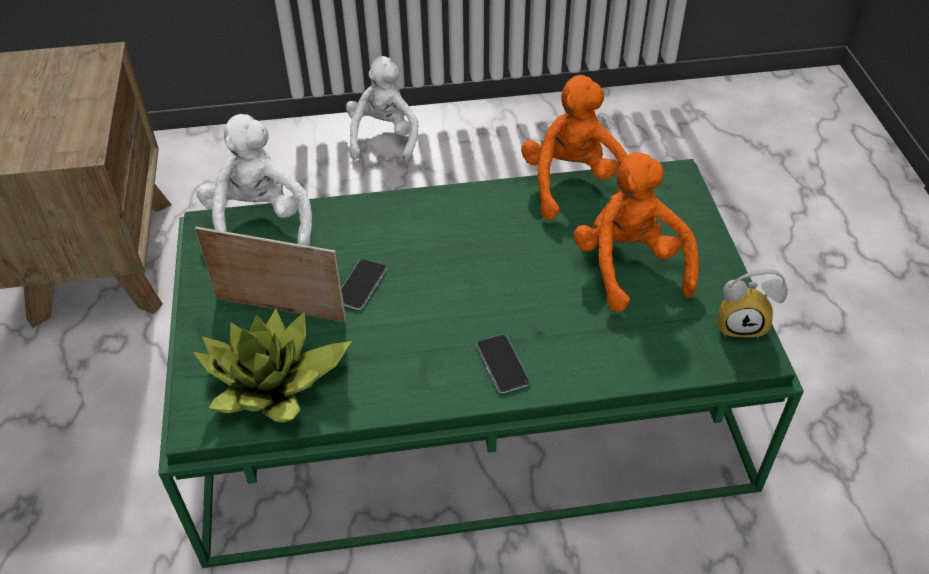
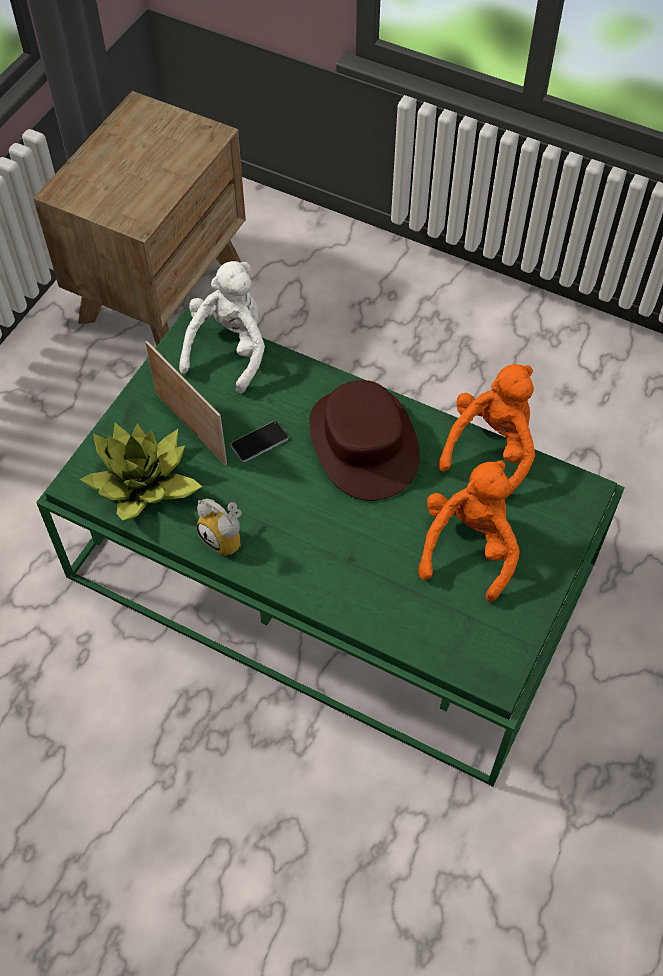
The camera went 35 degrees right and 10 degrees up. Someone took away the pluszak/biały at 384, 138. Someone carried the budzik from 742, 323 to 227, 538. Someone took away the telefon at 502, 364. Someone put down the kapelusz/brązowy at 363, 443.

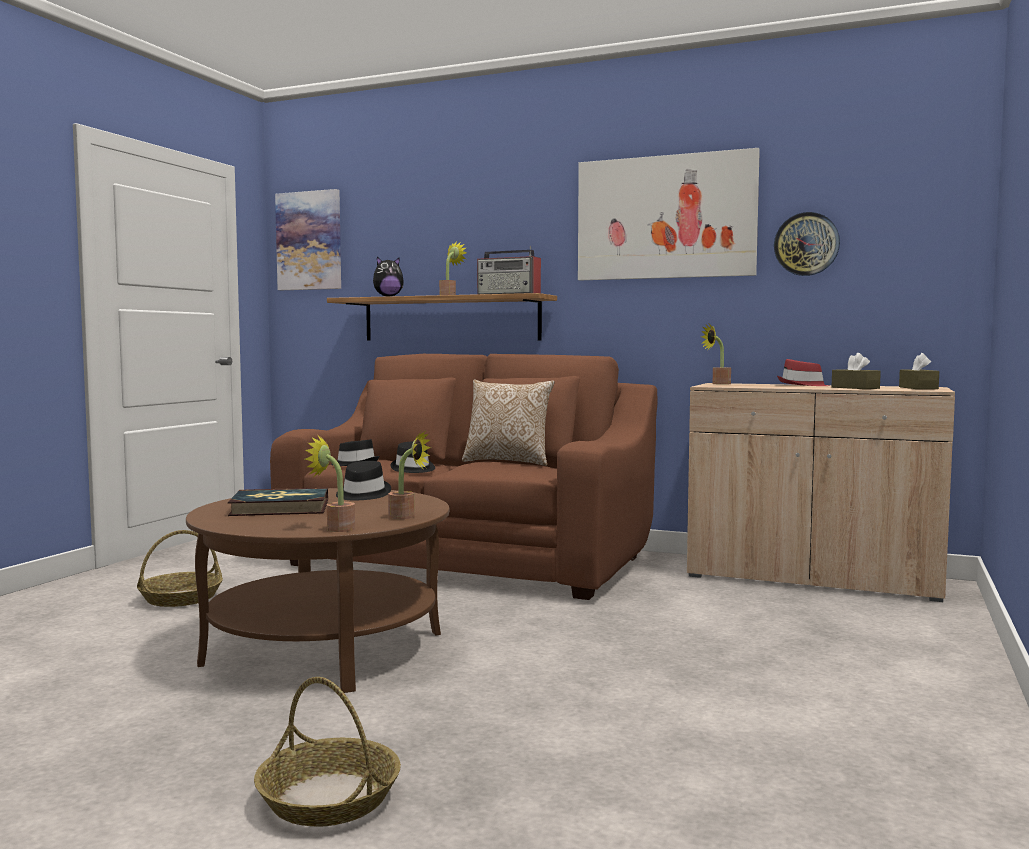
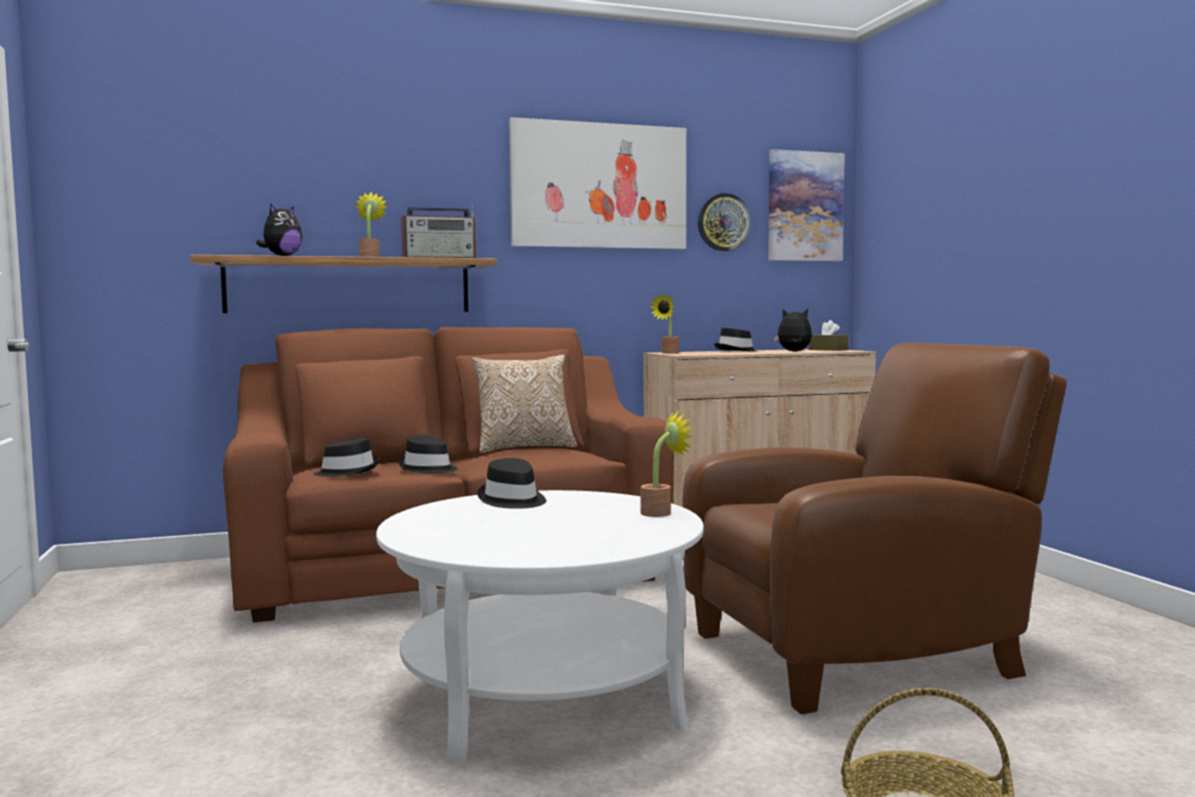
The camera went 40 degrees left and 0 degrees up. Someone carried the obraz from 309, 241 to 804, 207. Someone swapped the pudełko chusteczek/brązowy at 855, 388 for the pluszak at 794, 351. Someone repainted the kapelusz/czerwony at 802, 385, which became the kapelusz/czarny at 737, 351. Someone took away the roślina doniczkowa at 335, 528. Someone repainted the ława/brązowy at 325, 648, which became the ława/biały at 544, 695. Someone took away the książka at 280, 507. Someone took away the koszyk at 181, 598. Someone put down the fotel/brązowy at 861, 653.

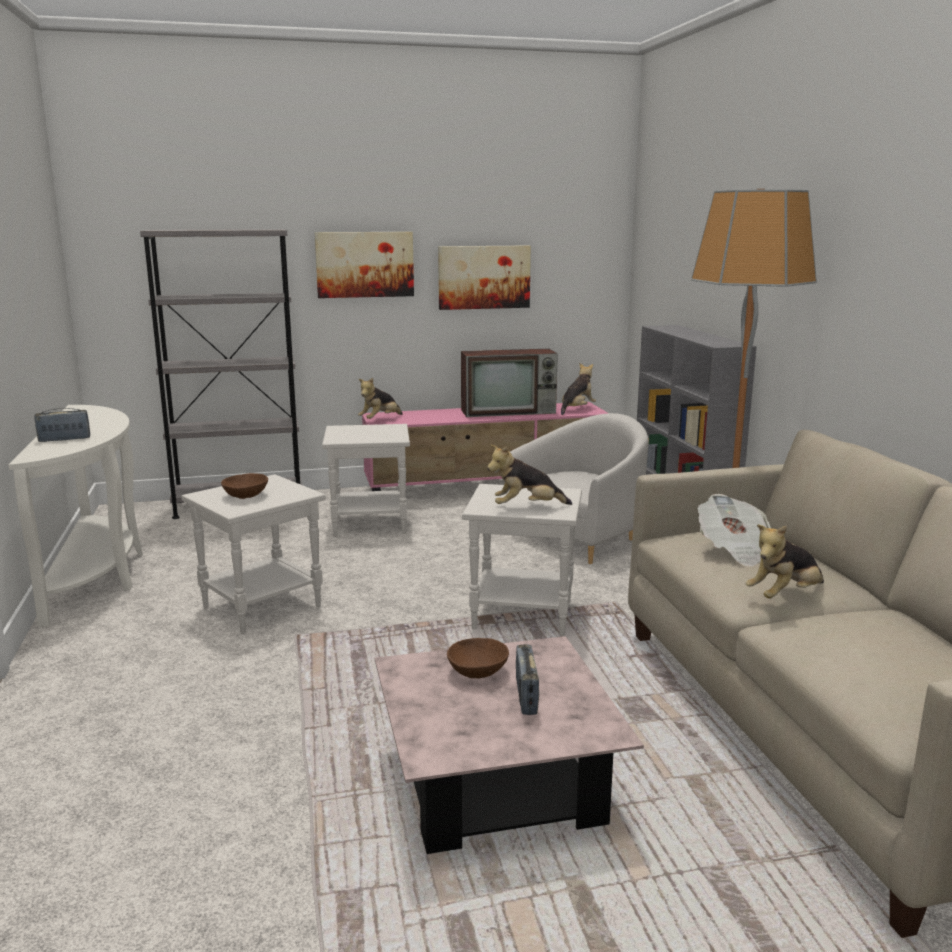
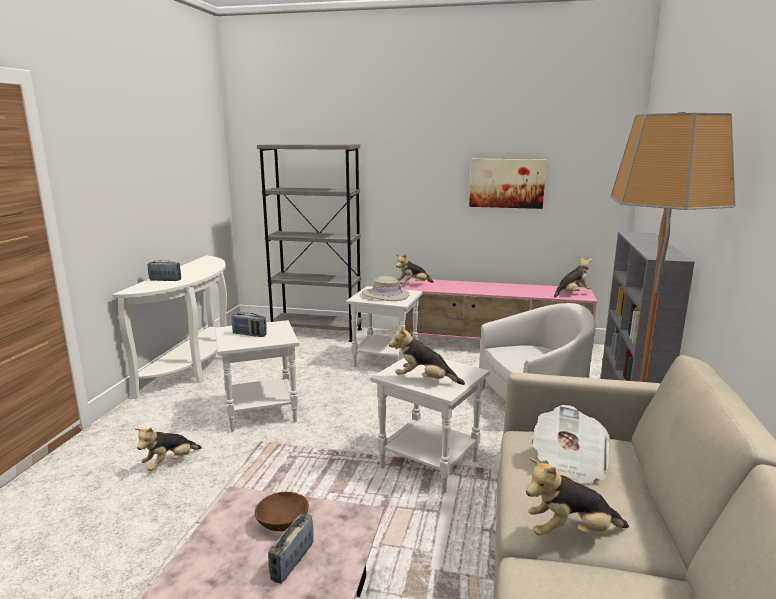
The camera went 25 degrees right and 0 degrees up. Someone took away the obraz at 364, 264. Someone took away the telewizor at 509, 411. Someone swapped the miska/brązowy at 246, 496 for the radio at 249, 335. Someone put down the kapelusz/beżowy at 385, 295. Someone put down the pluszak at 170, 463.

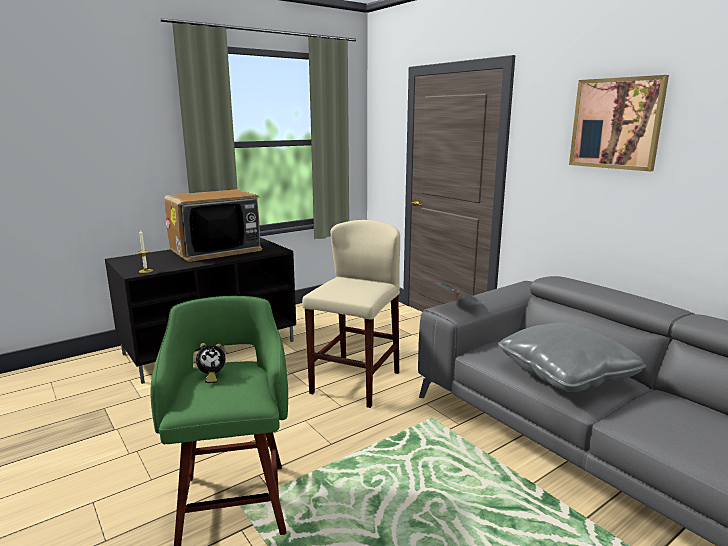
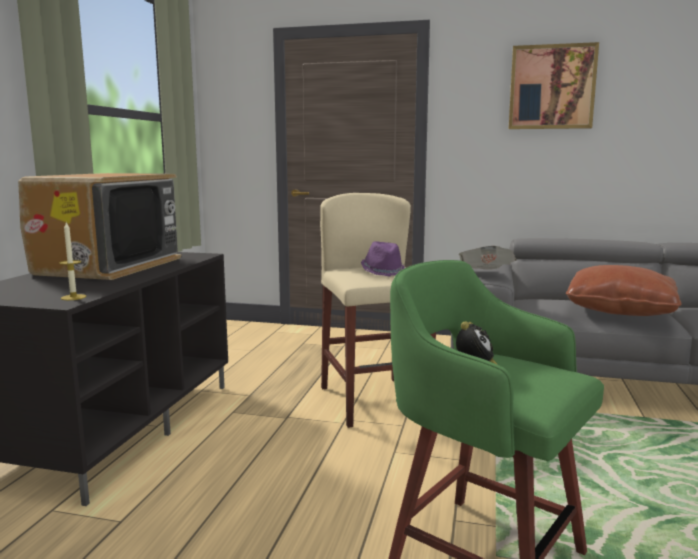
The camera went 40 degrees left and 5 degrees down. Someone repainted the poduszka/szary at 566, 374, which became the poduszka/brązowy at 620, 310. Someone put down the kapelusz/fioletowy at 383, 272.

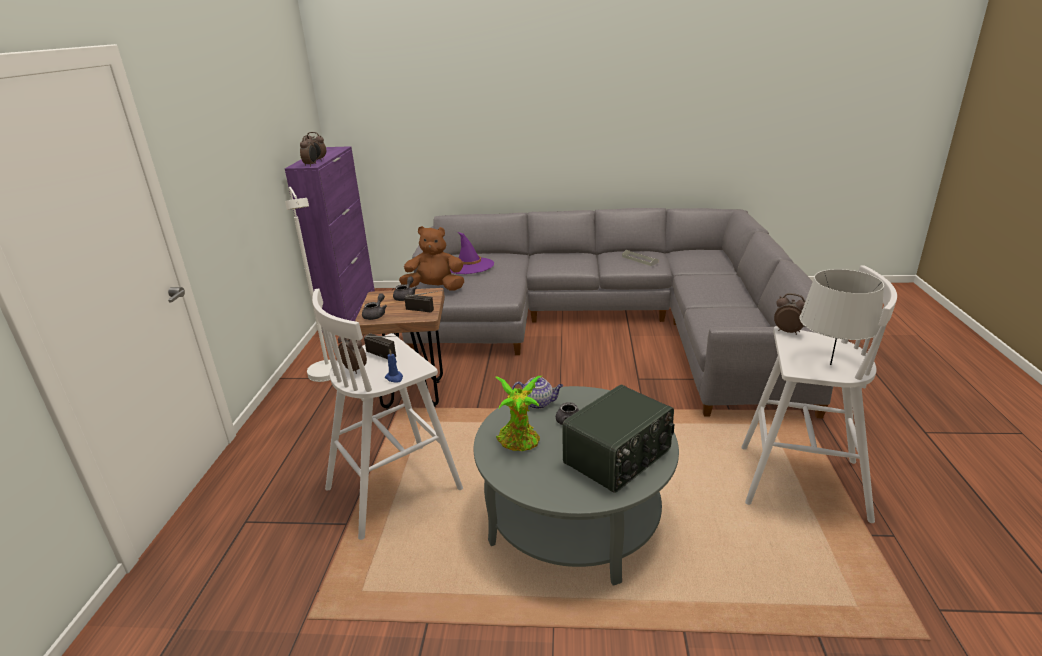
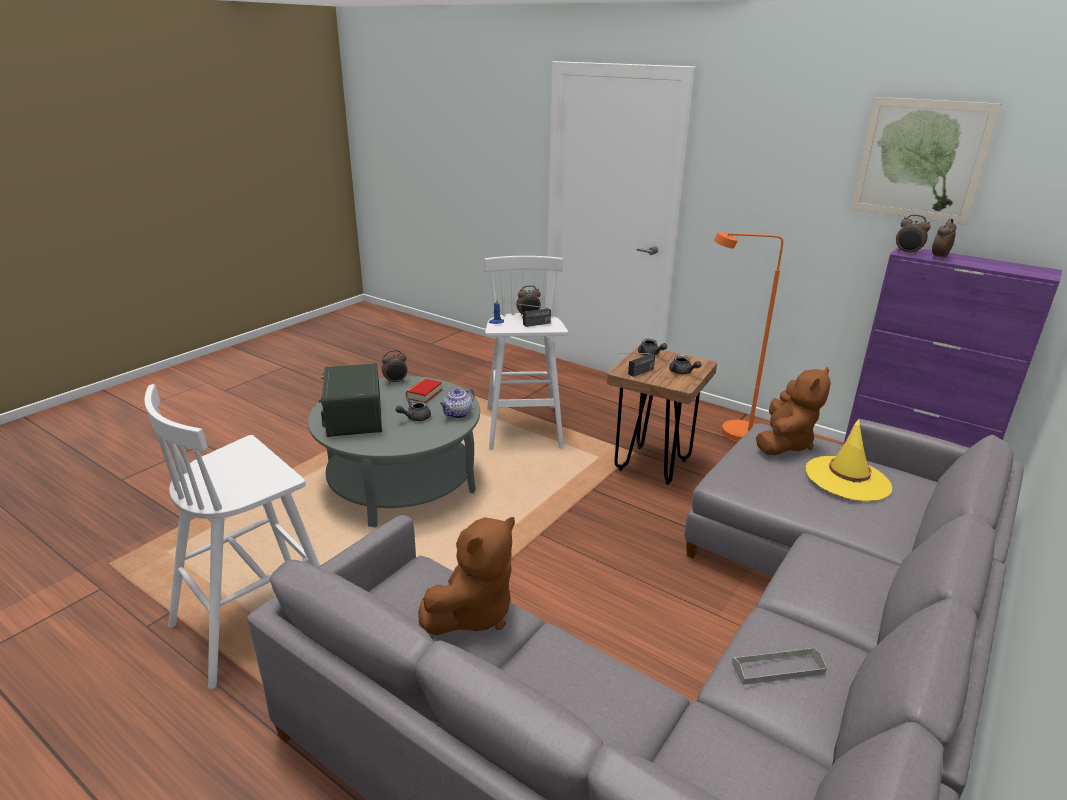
The camera went 120 degrees right and 0 degrees up. Someone repainted the lampa stojąca/biały at 328, 377, which became the lampa stojąca/pomarańczowy at 729, 433. Someone repainted the kapelusz/fioletowy at 469, 266, which became the kapelusz/żółty at 847, 479. Someone took away the lampa stołowa/szary at 830, 364. Someone carried the budzik from 788, 331 to 395, 382. Someone swapped the roślina doniczkowa at 520, 442 for the książka at 424, 394. Someone put up the obraz at 920, 160. Someone put down the pluszak/brązowy at 473, 612.

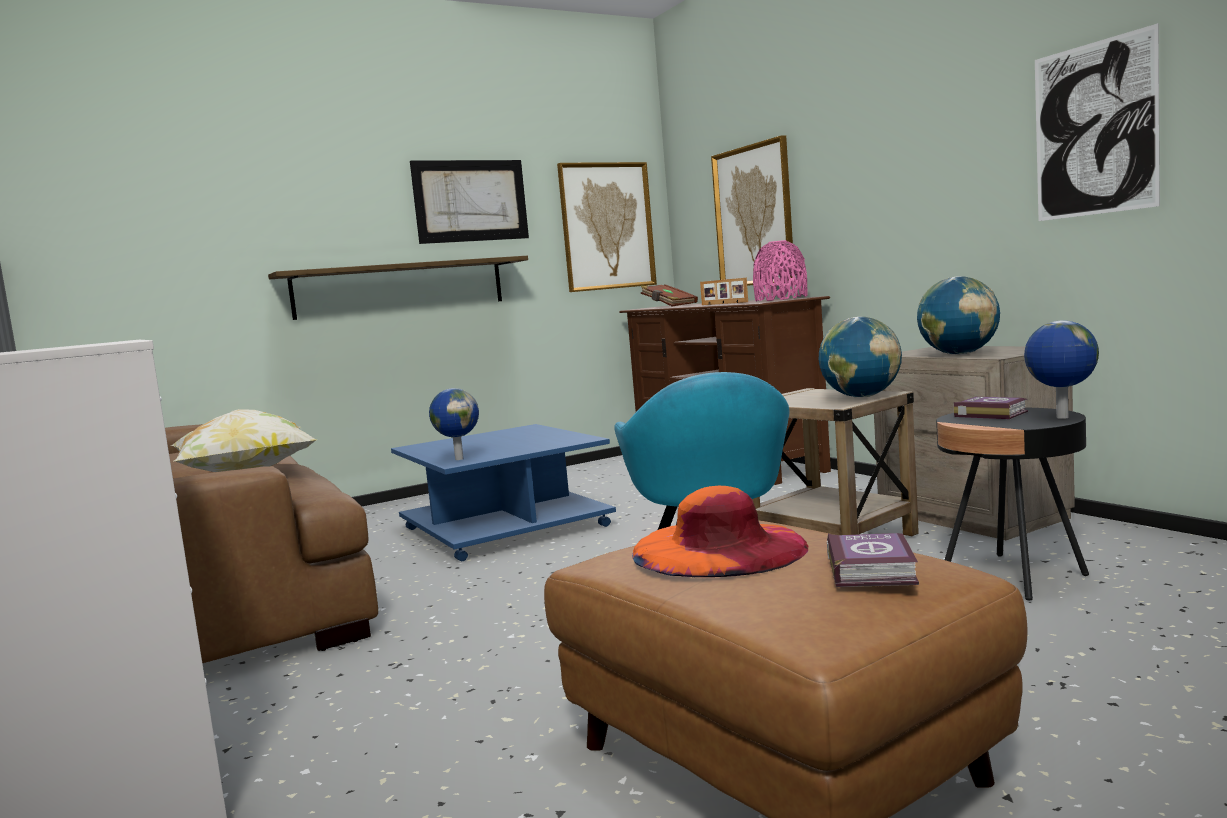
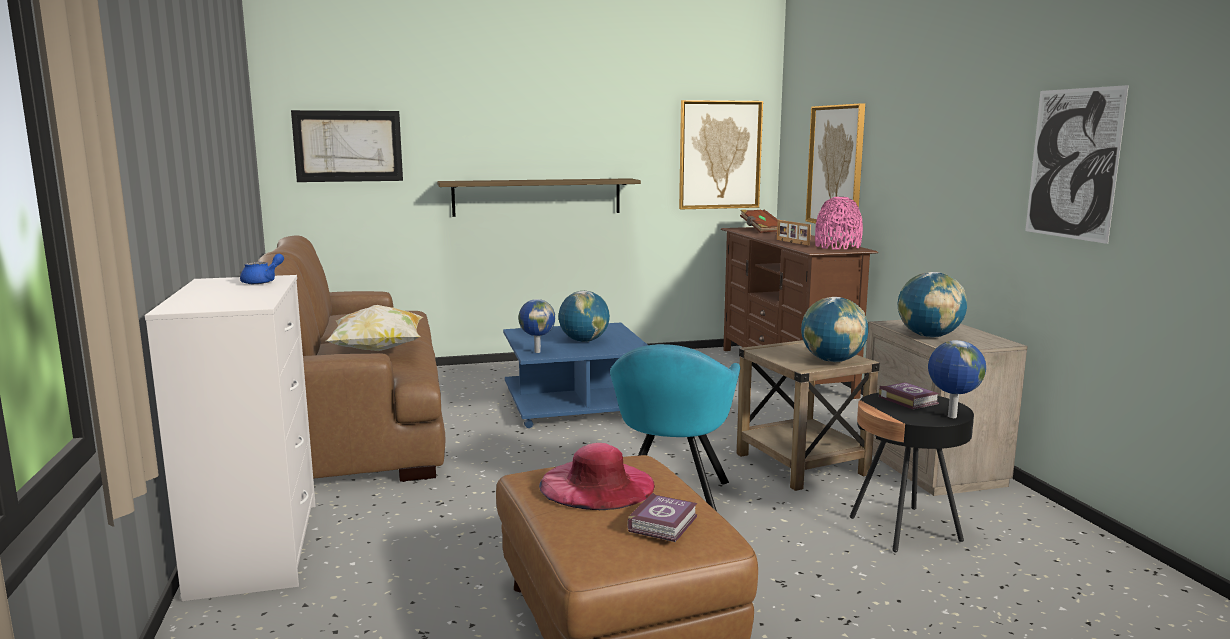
The camera went 15 degrees right and 5 degrees up. Someone carried the obraz from 471, 201 to 348, 146. Someone repainted the kapelusz/pomarańczowy at 719, 549, which became the kapelusz/różowy at 597, 484. Someone put down the imbryk/niebieski at 263, 281. Someone put down the globus at 584, 341.

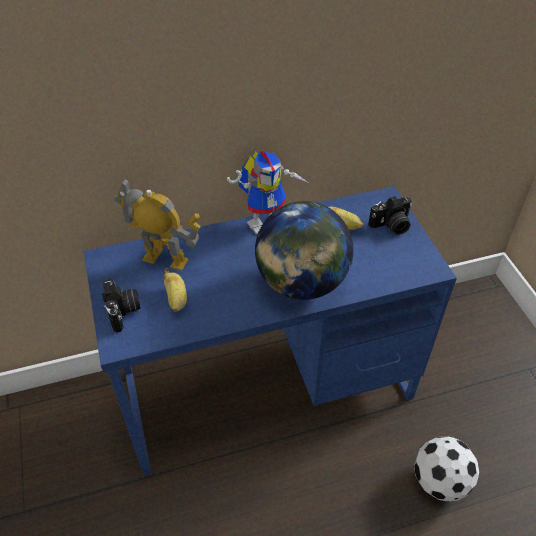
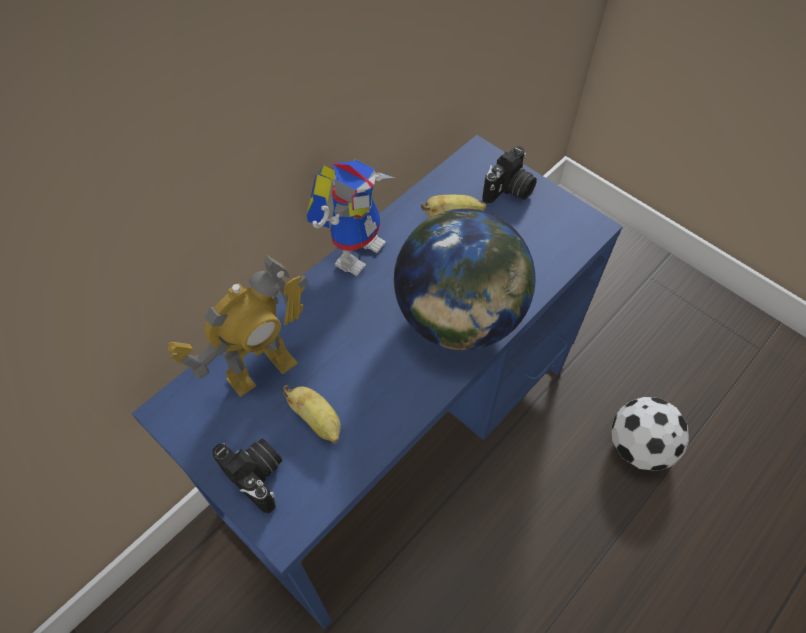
The camera went 30 degrees left and 10 degrees up. Someone rotated the robot zabawkowy at 165, 259 by 150 degrees clockwise.

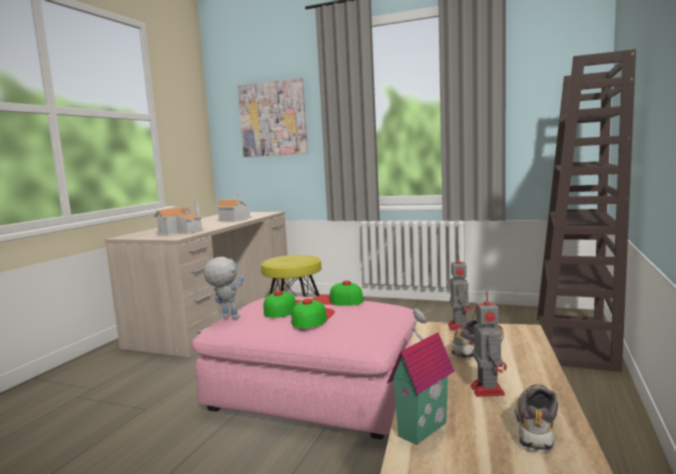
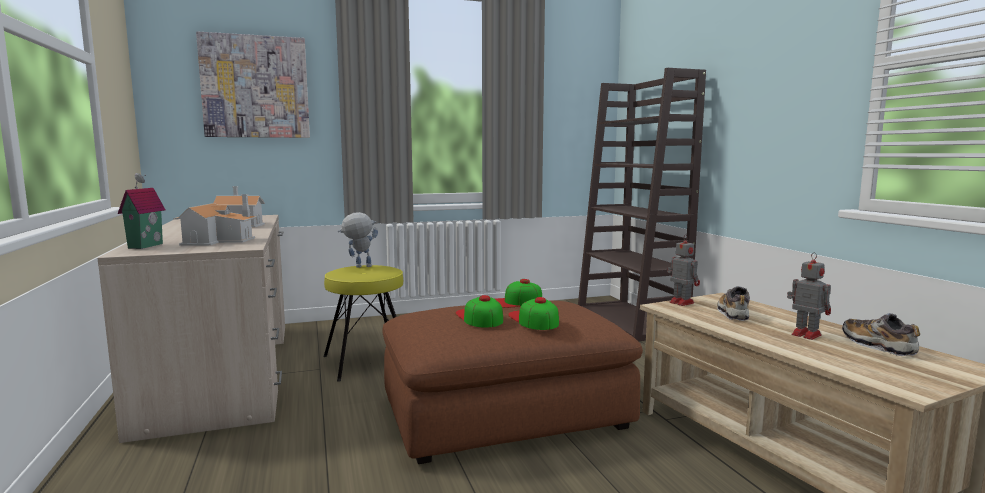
The camera went 40 degrees left and 0 degrees up. Someone carried the robot zabawkowy from 225, 317 to 359, 267. Someone repainted the pufa/różowy at 314, 394, which became the pufa/brązowy at 504, 413. Someone carried the domek from 420, 427 to 143, 246.

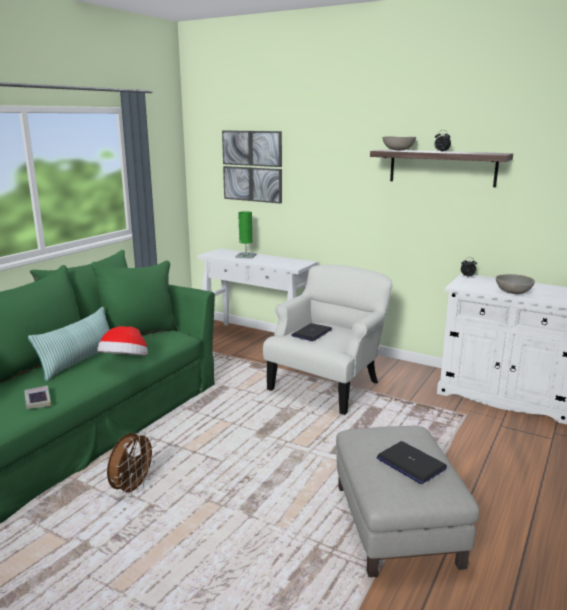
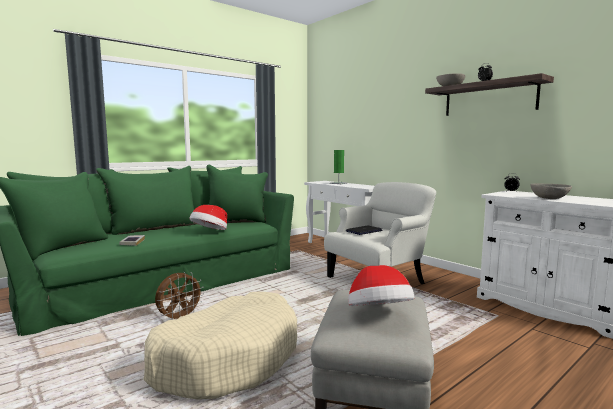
The camera went 20 degrees right and 10 degrees down. Someone took away the obraz at 252, 166. Someone took away the poduszka at 79, 361. Someone swapped the laptop at 410, 463 for the kapelusz at 378, 315. Someone put down the legowisko/beżowy at 227, 359.

